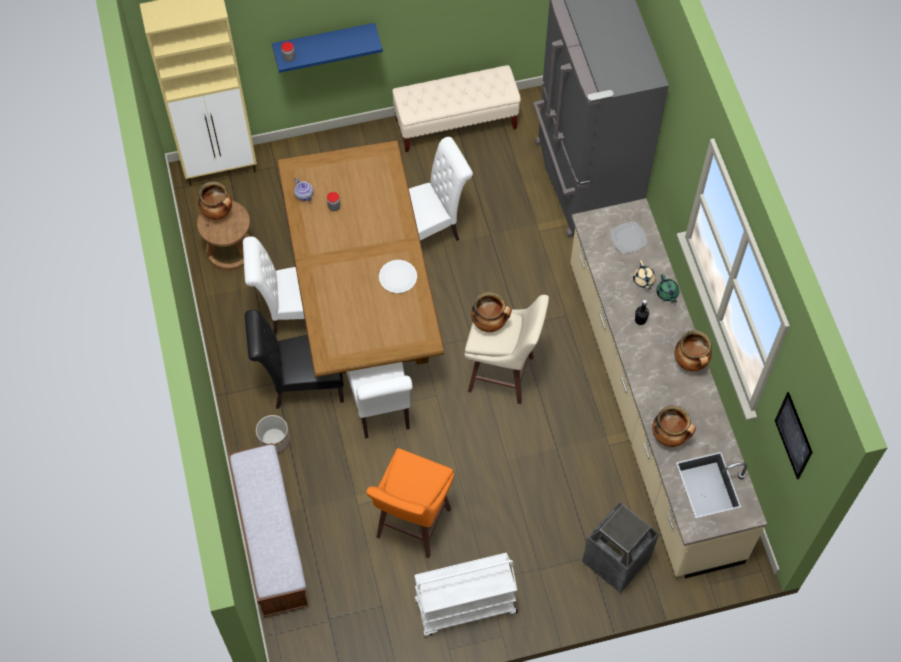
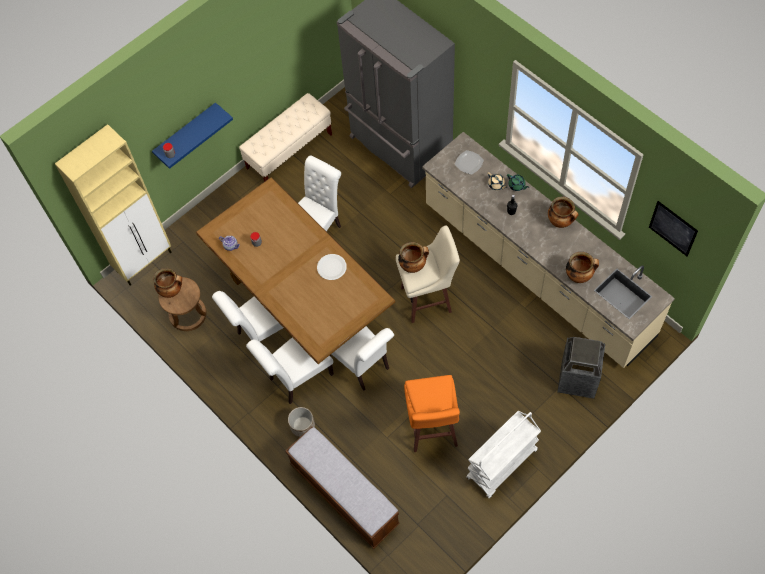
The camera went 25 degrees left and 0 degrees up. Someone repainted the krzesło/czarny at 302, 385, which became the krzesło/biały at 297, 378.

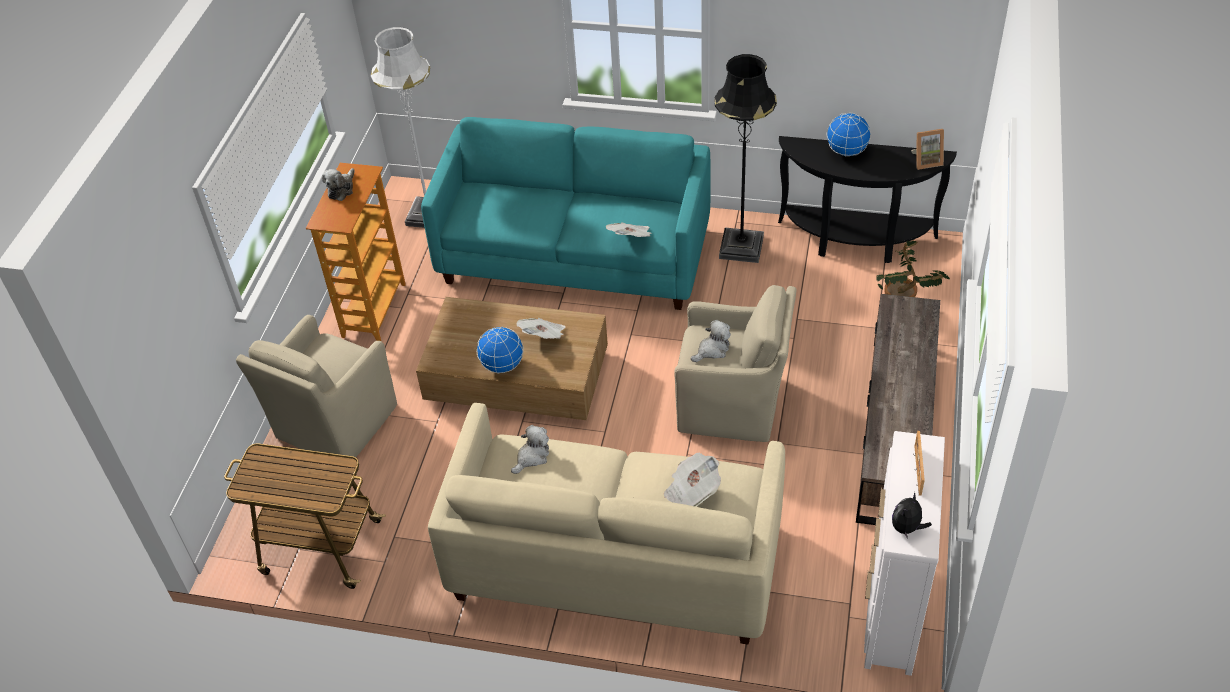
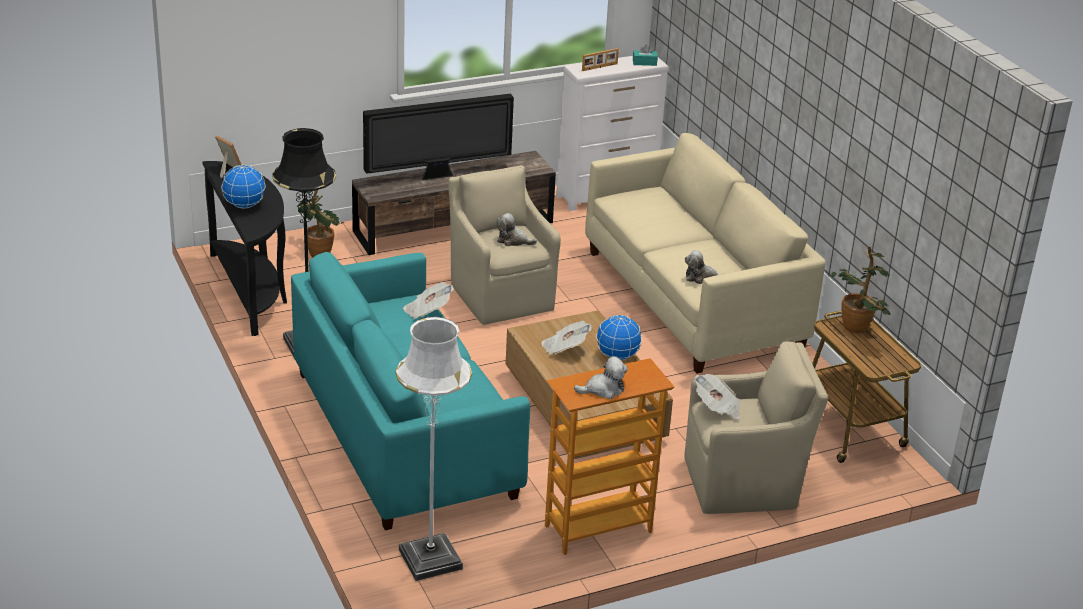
The camera went 130 degrees left and 15 degrees down. Someone carried the gazeta from 692, 490 to 717, 408. Someone swapped the pluszak at 907, 528 for the pudełko chusteczek/turkusowy at 644, 62. Someone put down the telewizor at 438, 175. Someone put down the roślina doniczkowa at 856, 330.

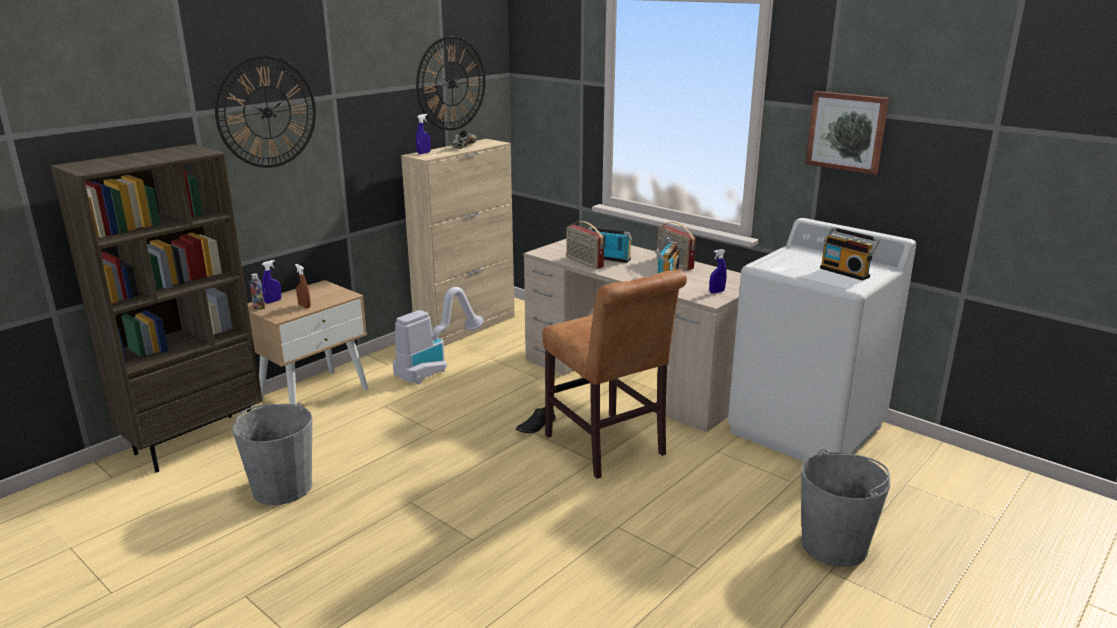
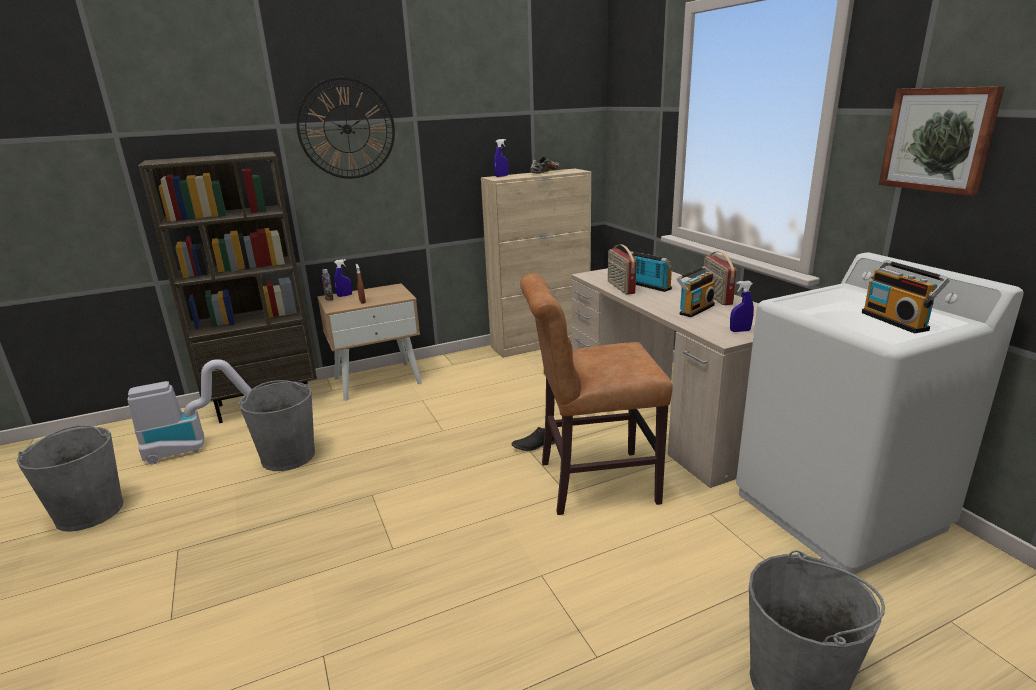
The camera went 25 degrees right and 0 degrees up. Someone took away the zegar ścienny at 451, 83. Someone rotated the krzesło/brązowy at 608, 448 by 90 degrees clockwise. Someone carried the odkurzacz from 435, 367 to 198, 444. Someone put down the wiadro/szary at 90, 511.

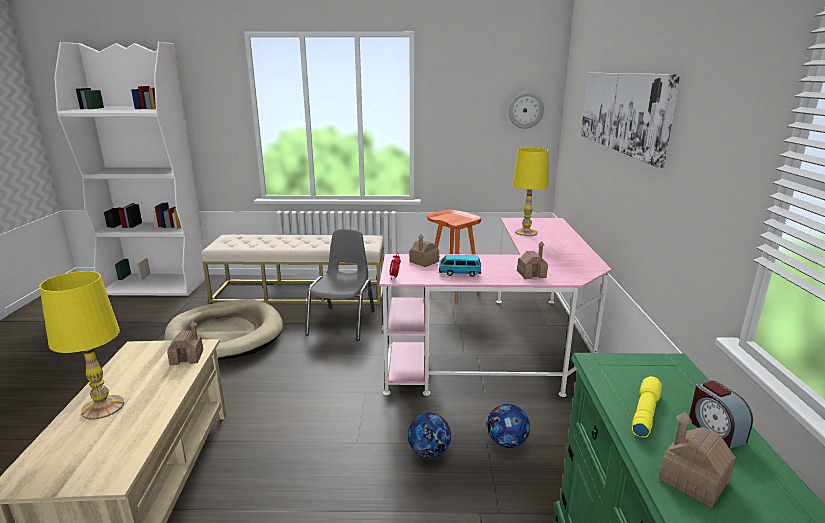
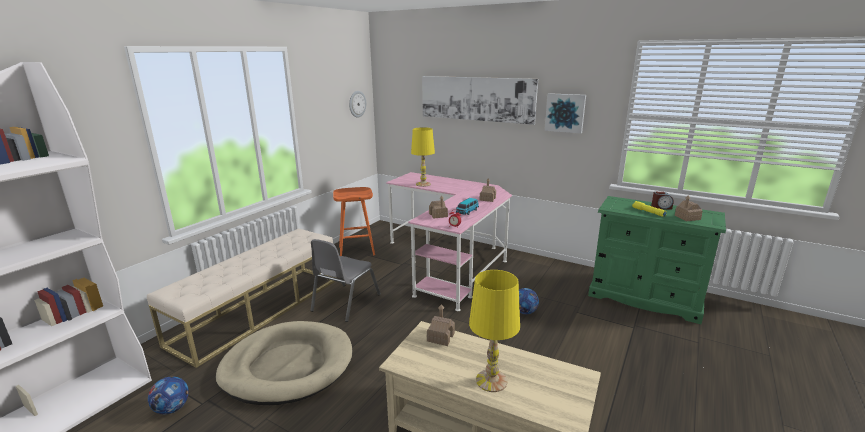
The camera went 60 degrees left and 0 degrees up. Someone rotated the krzesło/szary at 343, 322 by 105 degrees counterclockwise. Someone carried the piłka futbolowa from 507, 442 to 172, 408. Someone put up the obraz at 565, 113.

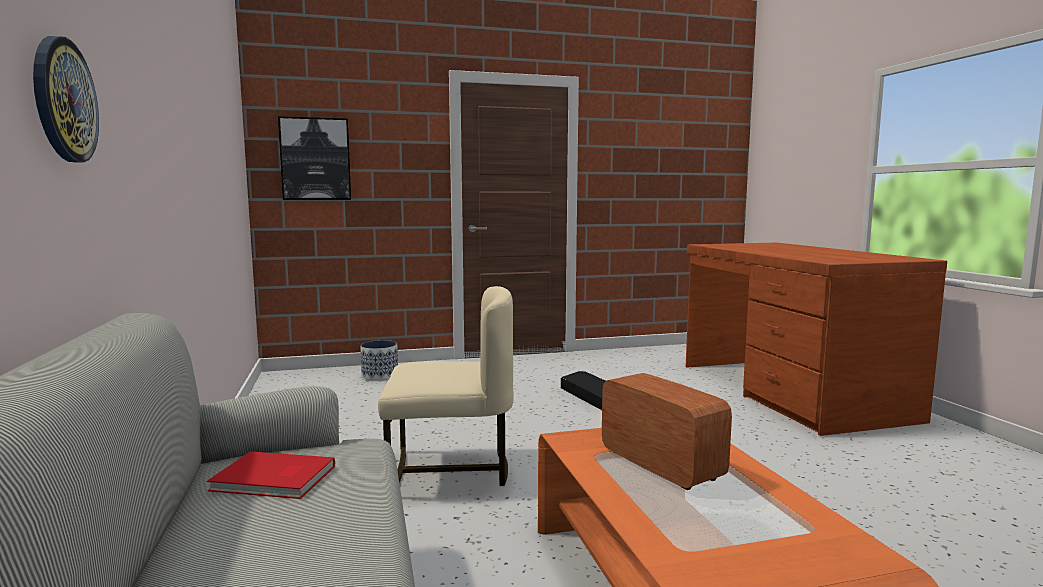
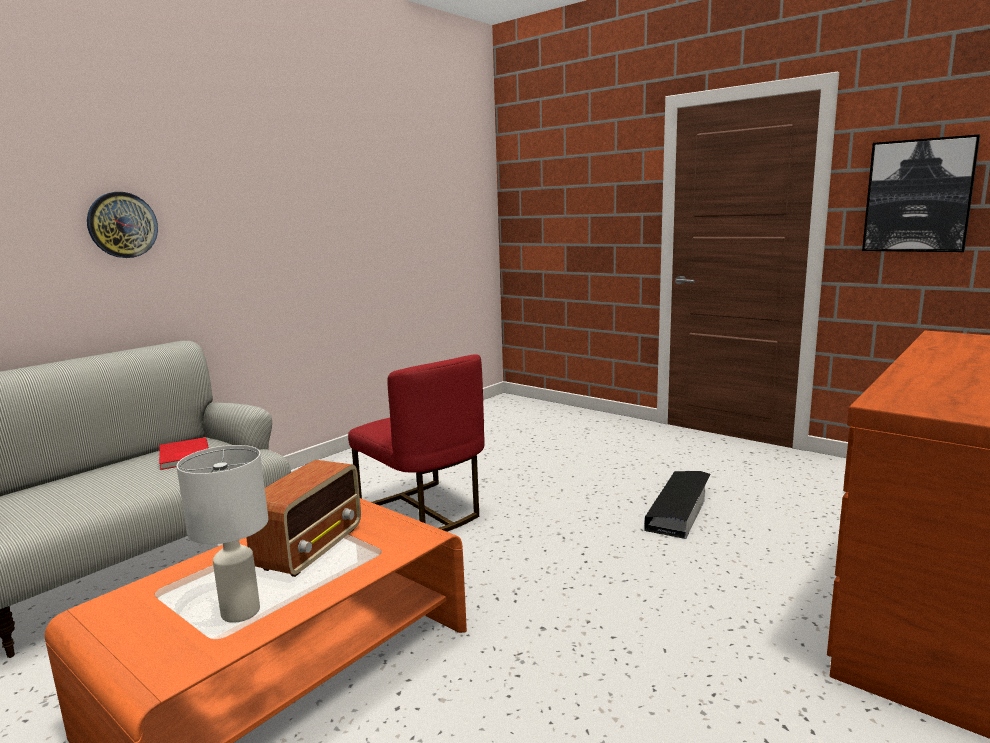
The camera went 55 degrees right and 5 degrees up. Someone carried the obraz from 315, 159 to 918, 196. Someone repainted the krzesło/beżowy at 449, 471, which became the krzesło/czerwony at 423, 511. Someone took away the donica at 380, 375. Someone put down the lampa stołowa/biały at 239, 612.

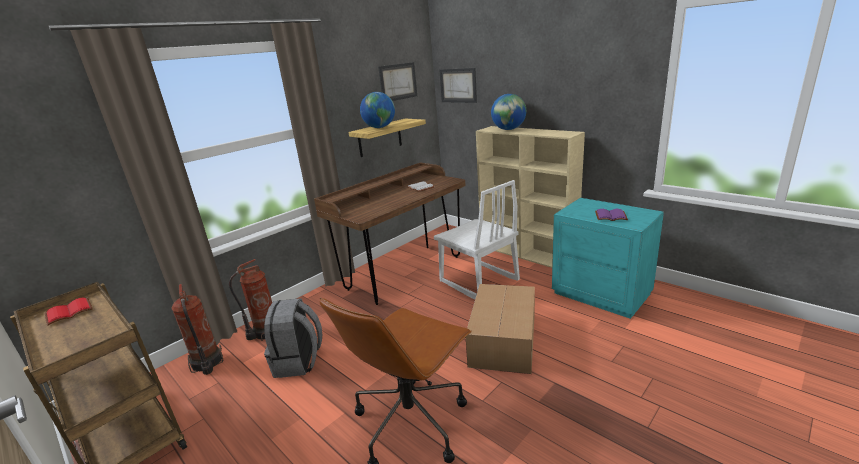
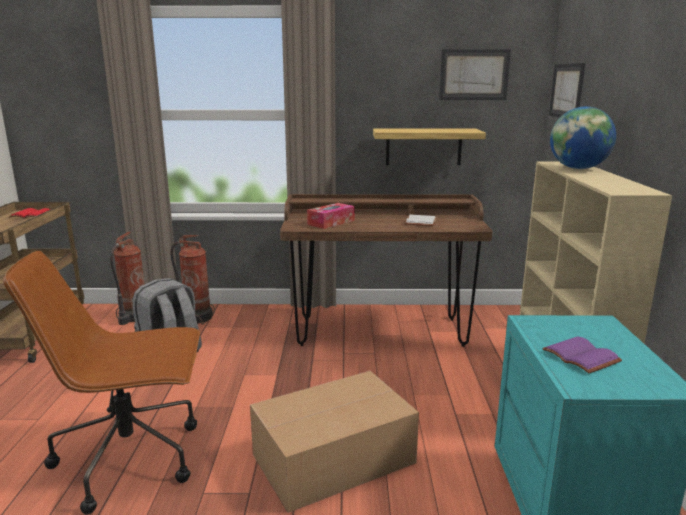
The camera went 45 degrees right and 5 degrees down. Someone took away the globus at 379, 127. Someone took away the krzesło/biały at 478, 281. Someone put down the pudełko chusteczek at 331, 222.

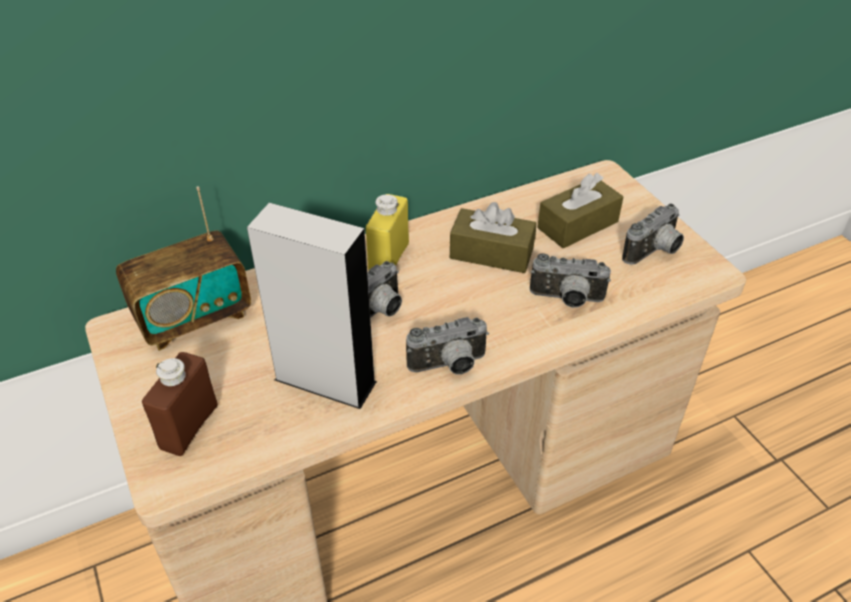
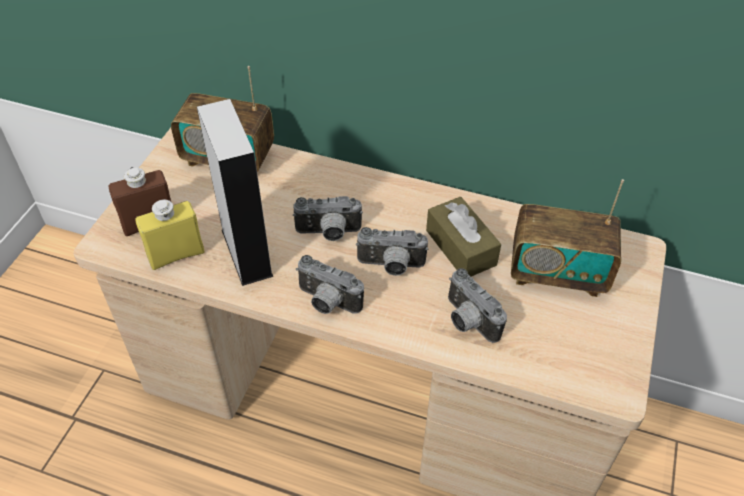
The camera went 45 degrees right and 5 degrees up. Someone swapped the pudełko chusteczek/brązowy at 577, 225 for the radio at 557, 273. Someone carried the butelka/żółty from 388, 259 to 176, 255. Someone carried the aparat fotograficzny from 654, 252 to 391, 266.

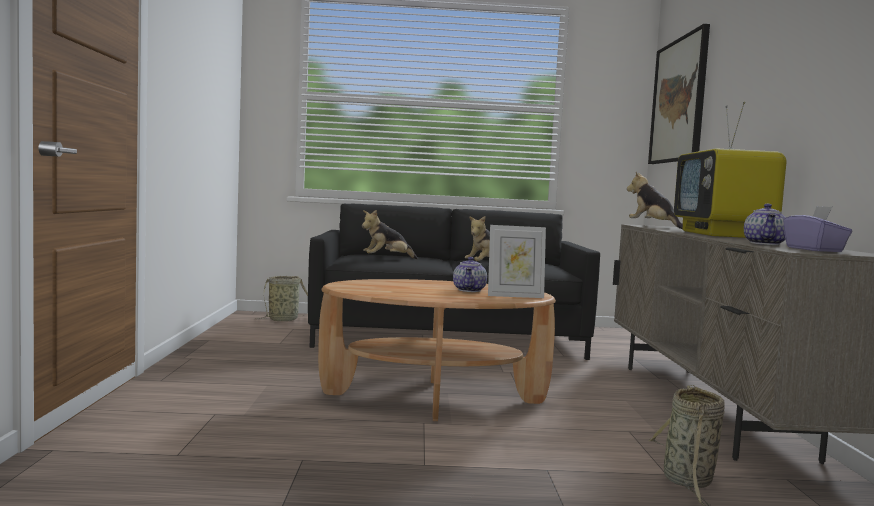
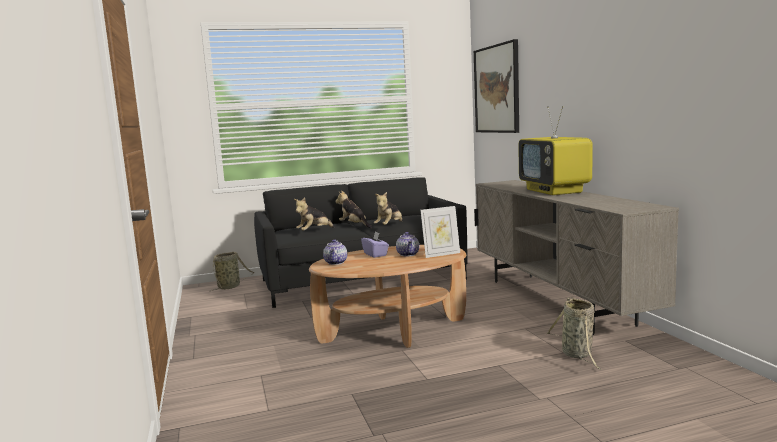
The camera went 15 degrees left and 5 degrees up. Someone carried the pluszak from 653, 227 to 354, 225. Someone carried the imbryk from 765, 244 to 336, 262. Someone carried the pudełko chusteczek/fioletowy from 814, 250 to 375, 254.

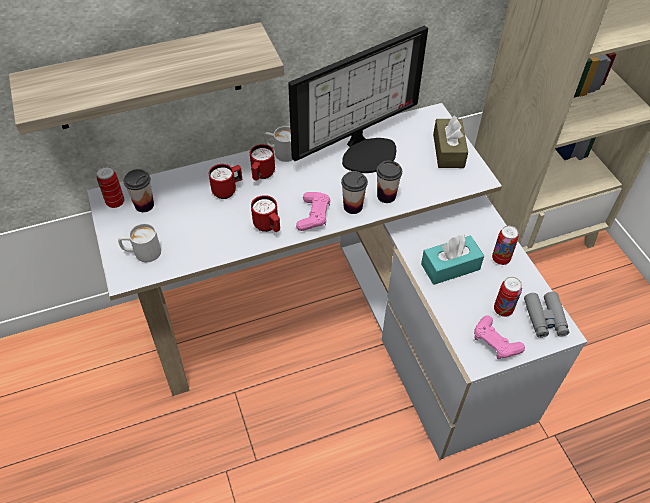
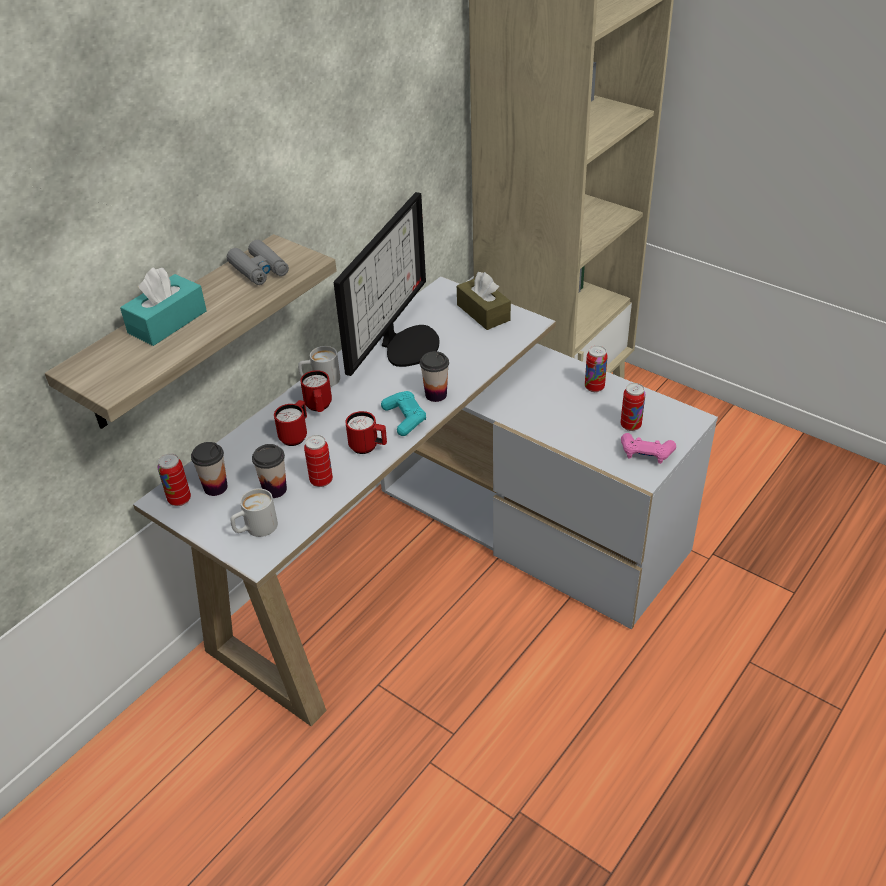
The camera went 30 degrees left and 10 degrees down. Someone carried the filiżanka from 386, 196 to 274, 489. Someone repainted the pad do gier/różowy at 313, 215, which became the pad do gier/turkusowy at 405, 418. Someone carried the pudełko chusteczek/turkusowy from 450, 267 to 167, 322. Someone carried the lornetka/szary from 545, 318 to 259, 270. Someone put down the puszka at 321, 481.

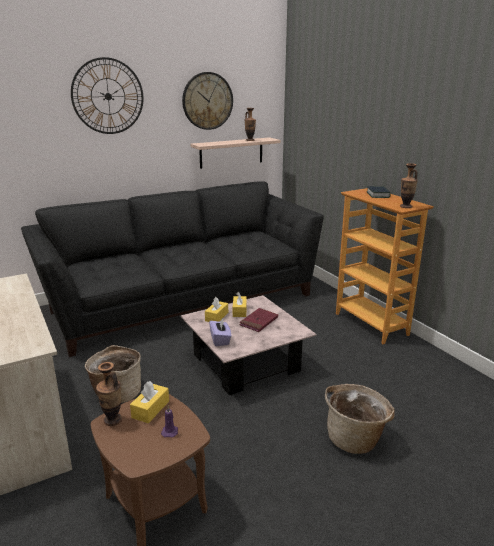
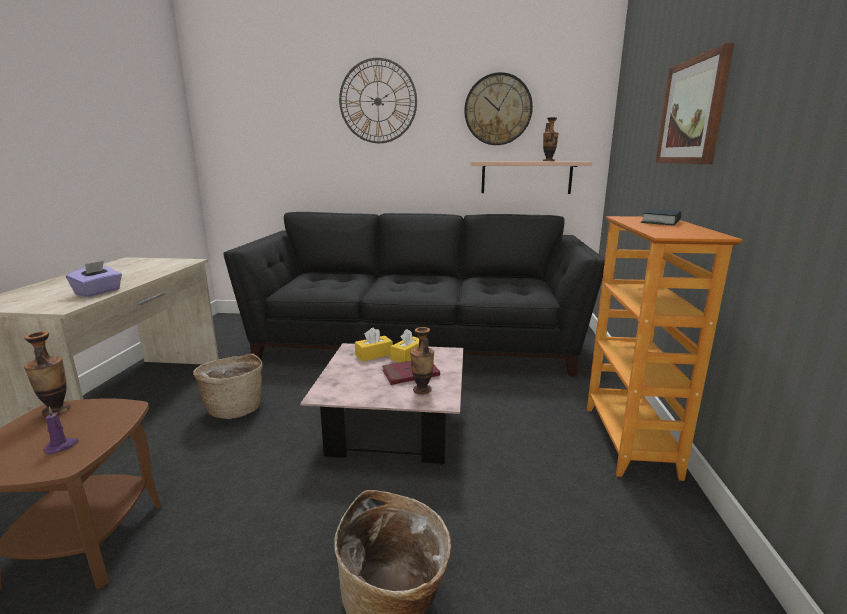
The camera went 35 degrees right and 5 degrees down. Someone carried the wazon from 406, 206 to 422, 390. Someone carried the pudełko chusteczek/fioletowy from 220, 340 to 98, 292. Someone took away the pudełko chusteczek/żółty at 150, 409. Someone put up the obraz at 692, 112.

